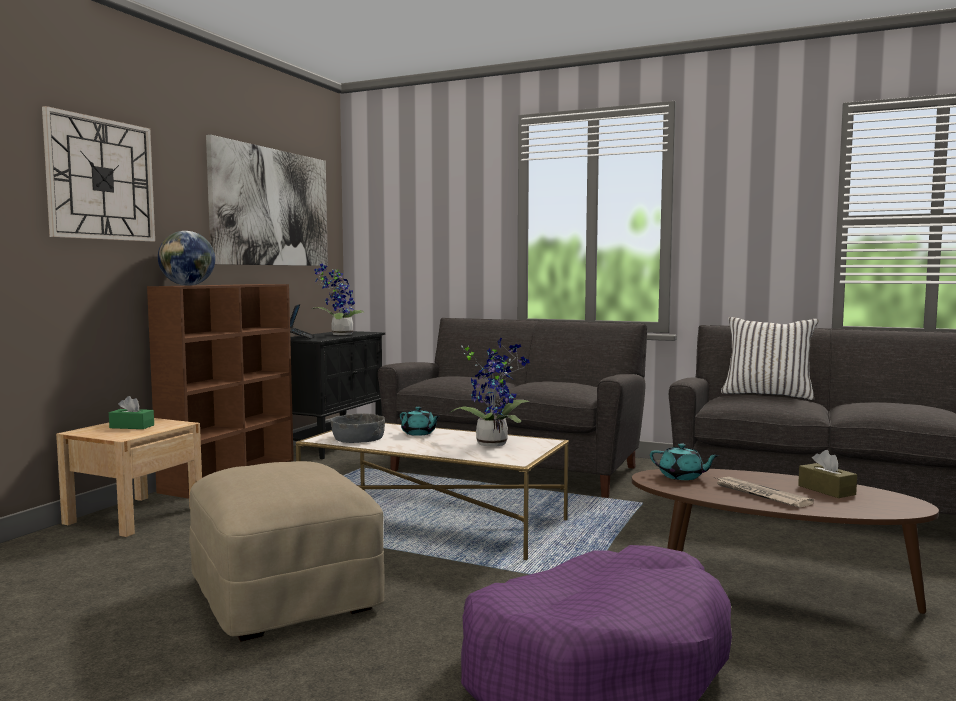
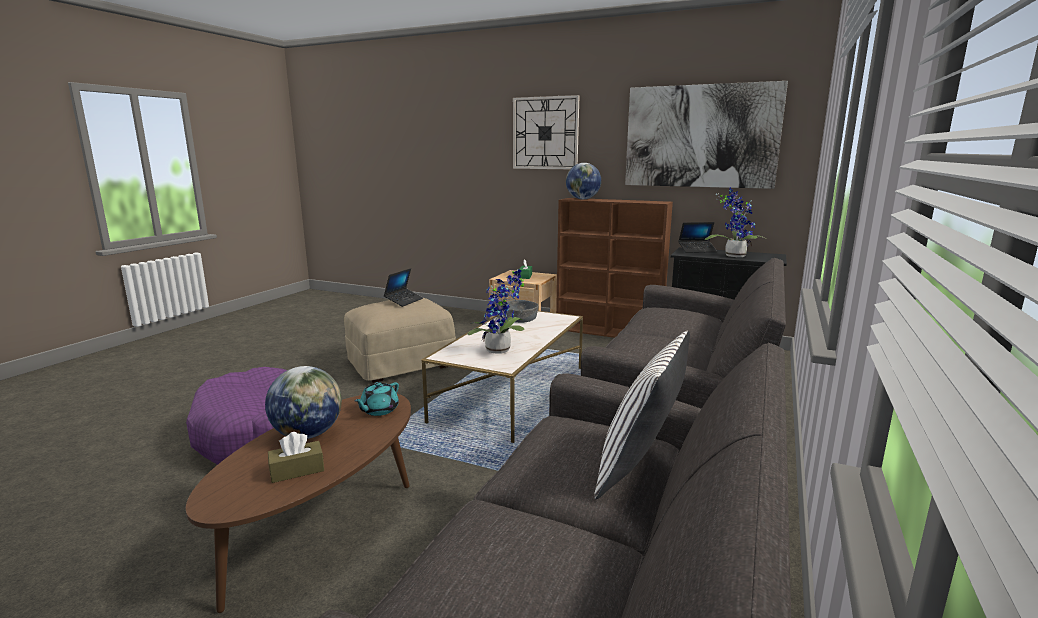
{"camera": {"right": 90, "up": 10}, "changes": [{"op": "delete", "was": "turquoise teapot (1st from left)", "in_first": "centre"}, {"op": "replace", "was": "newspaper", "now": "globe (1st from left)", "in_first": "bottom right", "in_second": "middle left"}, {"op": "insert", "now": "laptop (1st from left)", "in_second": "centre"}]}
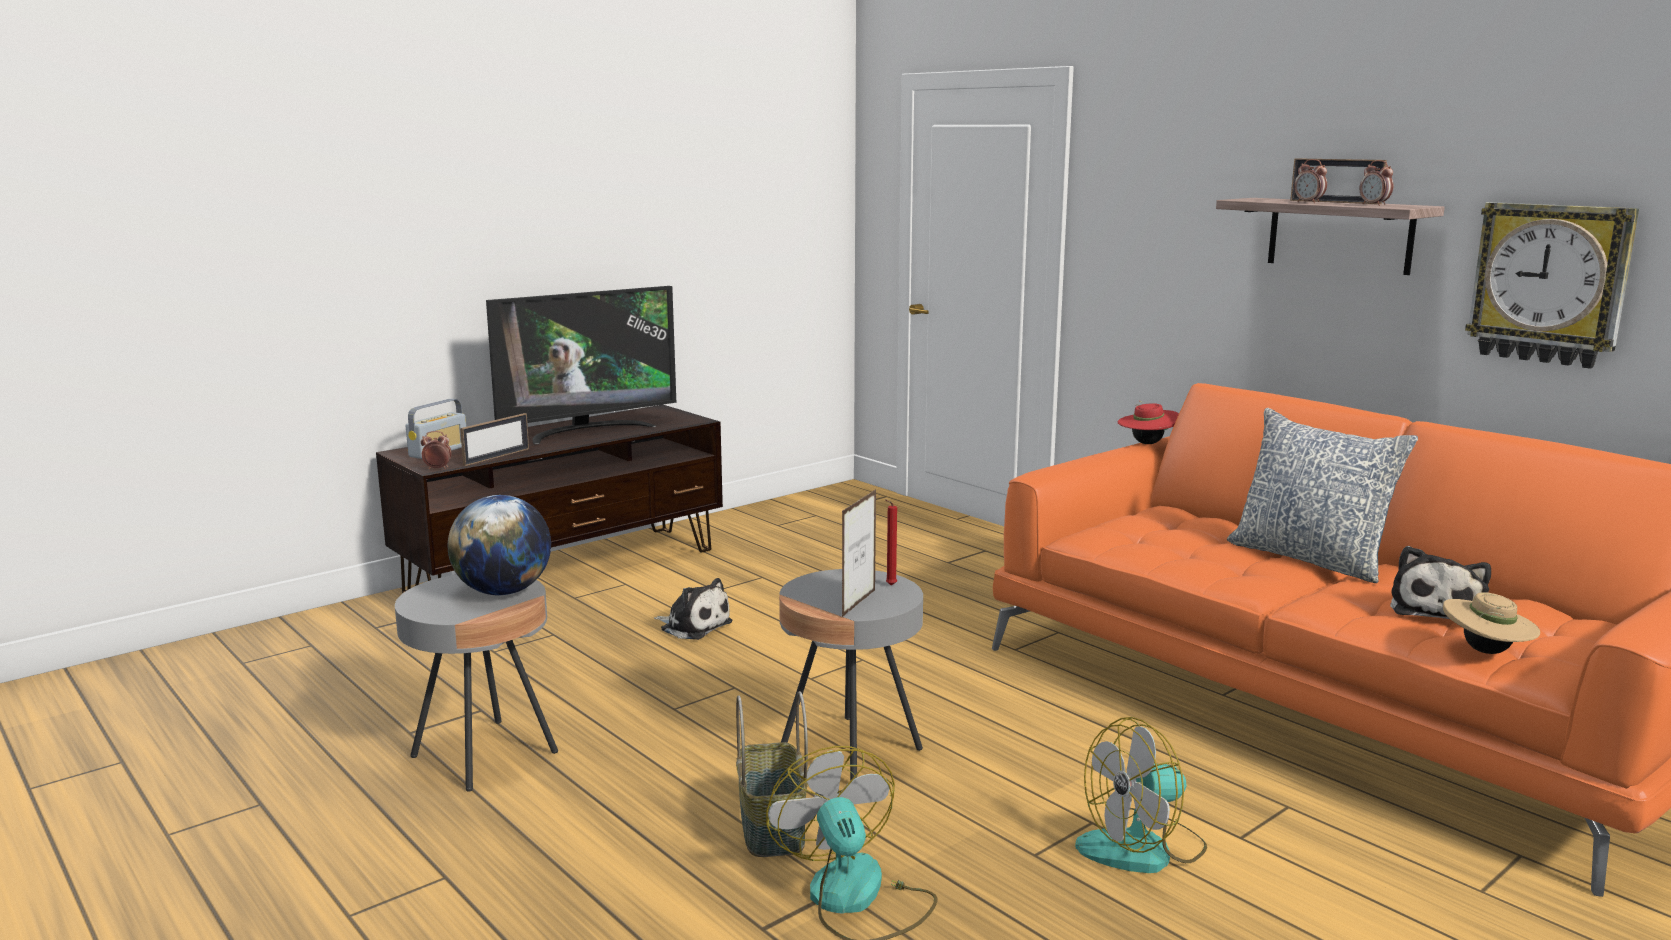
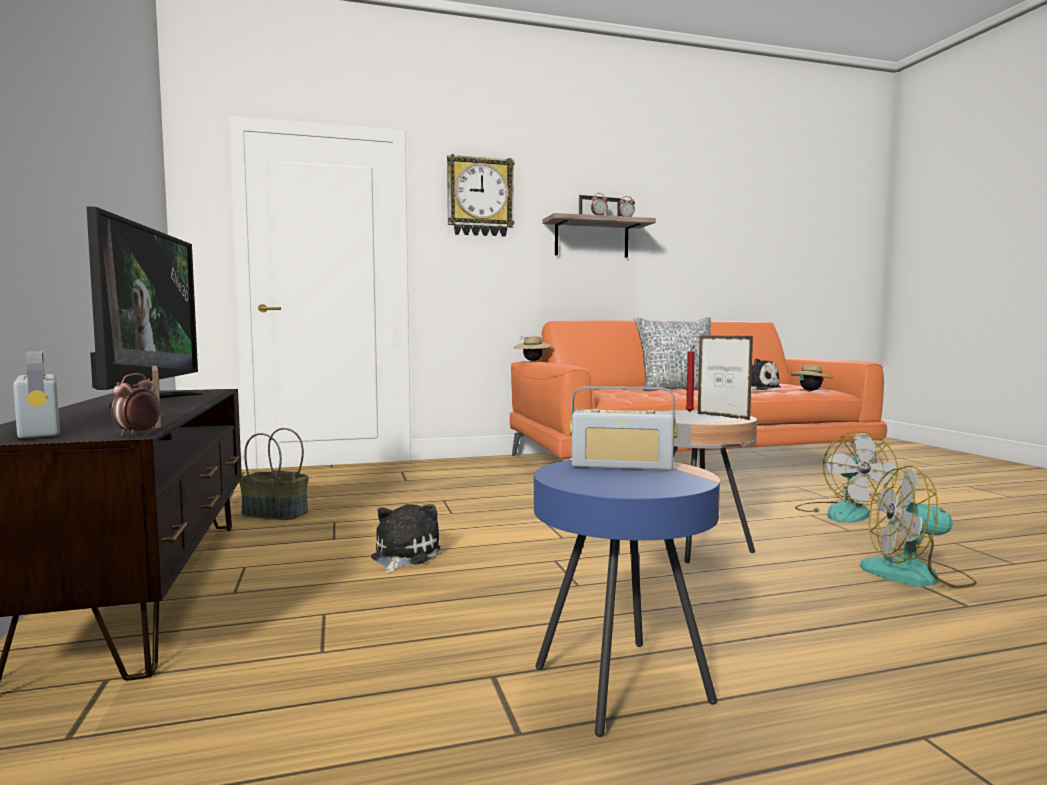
{"camera": {"right": -65, "up": -10}, "changes": [{"op": "recolor", "was": "grey side table (1st from left)", "now": "blue side table", "in_first": "bottom left", "in_second": "bottom centre"}, {"op": "replace", "was": "globe", "now": "radio (2nd from left)", "in_first": "middle left", "in_second": "centre"}, {"op": "rotate", "was": "plush toy (1st from left)", "in_first": "centre", "in_second": "bottom centre", "clockwise": -45}, {"op": "move", "was": "basket", "in_first": "bottom centre", "in_second": "middle left"}, {"op": "recolor", "was": "red hat", "now": "beige hat (1st from left)", "in_first": "middle right", "in_second": "centre"}, {"op": "move", "was": "wall clock", "in_first": "top right", "in_second": "top centre"}]}
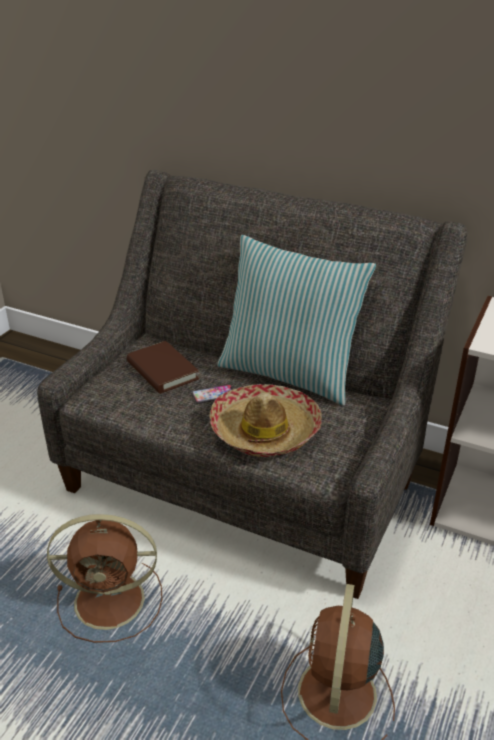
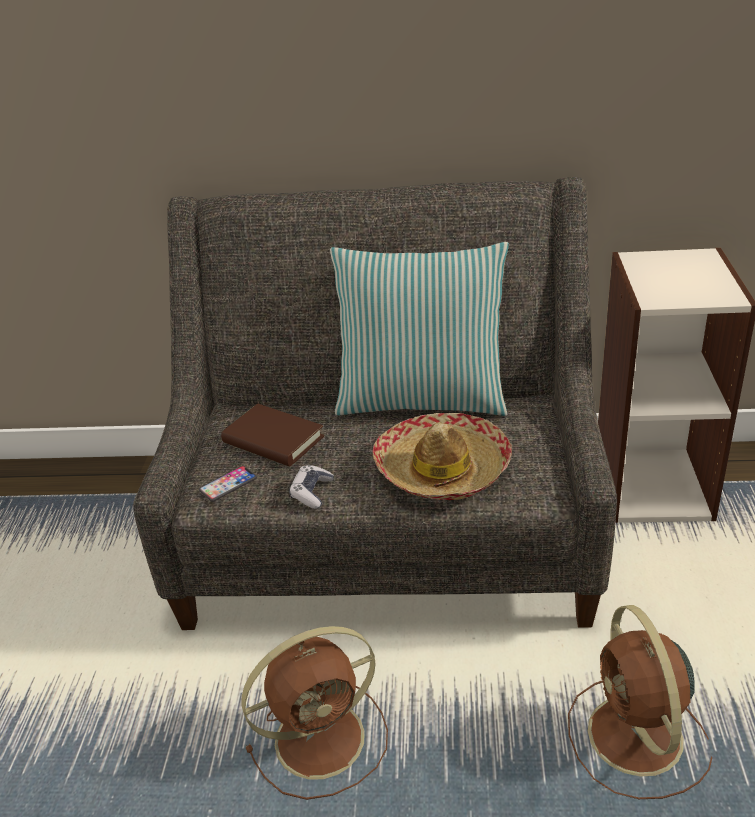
{"camera": {"right": -20, "up": 0}, "changes": [{"op": "move", "was": "phone", "in_first": "centre", "in_second": "middle left"}, {"op": "insert", "now": "game controller", "in_second": "centre"}]}
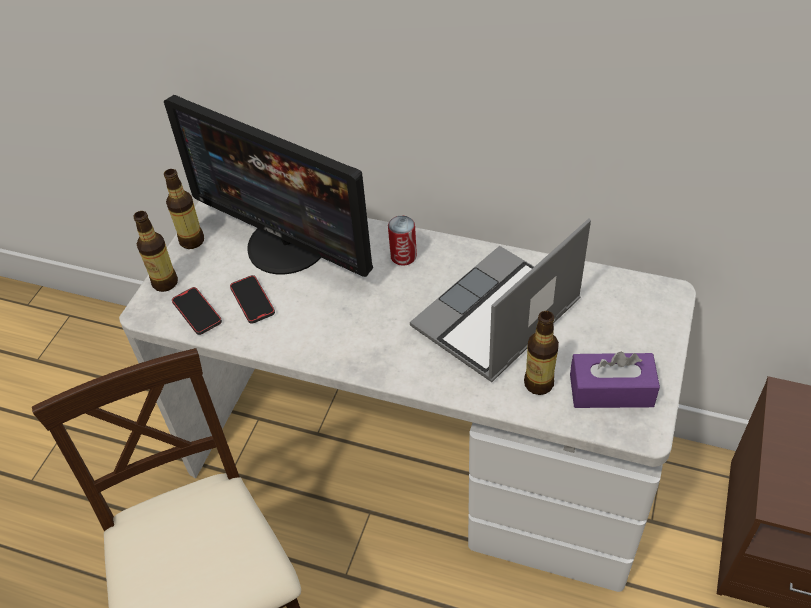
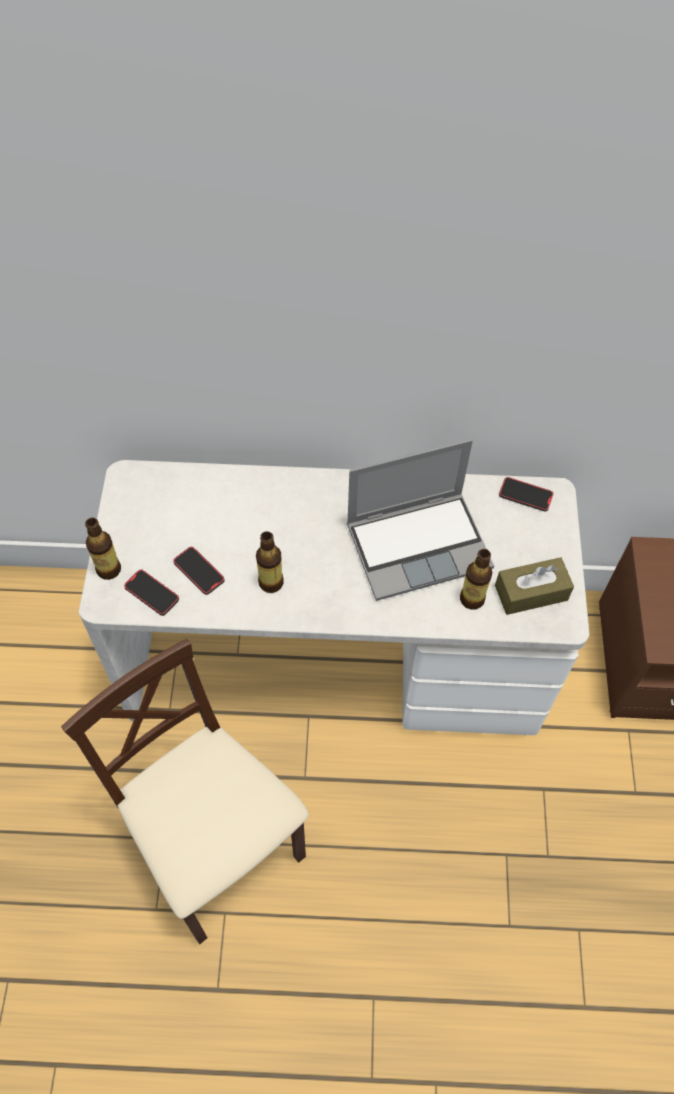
{"camera": {"right": -20, "up": 10}, "changes": [{"op": "delete", "was": "monitor", "in_first": "top left"}, {"op": "move", "was": "bottle (2nd from left)", "in_first": "middle left", "in_second": "centre"}, {"op": "delete", "was": "can", "in_first": "centre"}, {"op": "rotate", "was": "laptop", "in_first": "centre", "in_second": "centre", "clockwise": -135}, {"op": "recolor", "was": "purple tissue box", "now": "brown tissue box", "in_first": "middle right", "in_second": "middle right"}, {"op": "insert", "now": "phone (3rd from left)", "in_second": "middle right"}]}
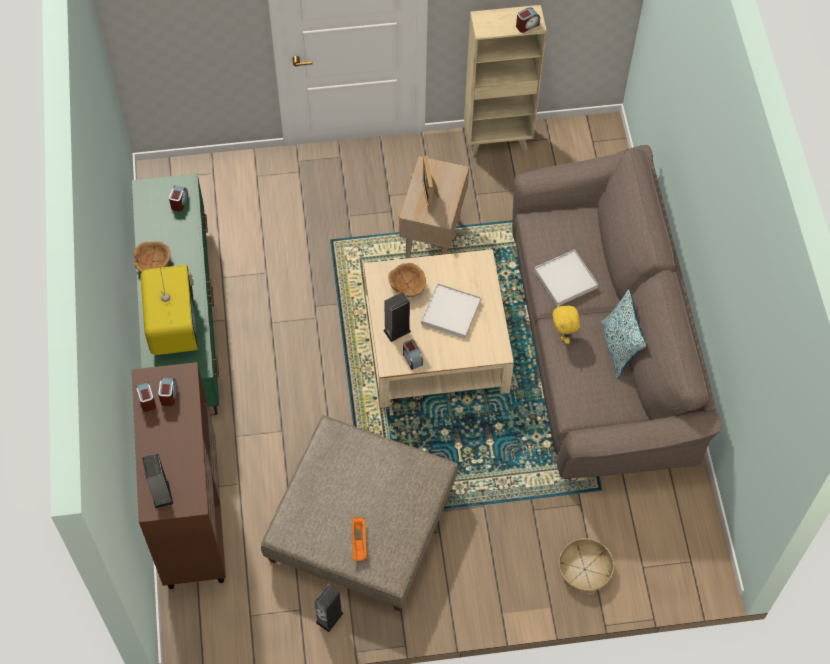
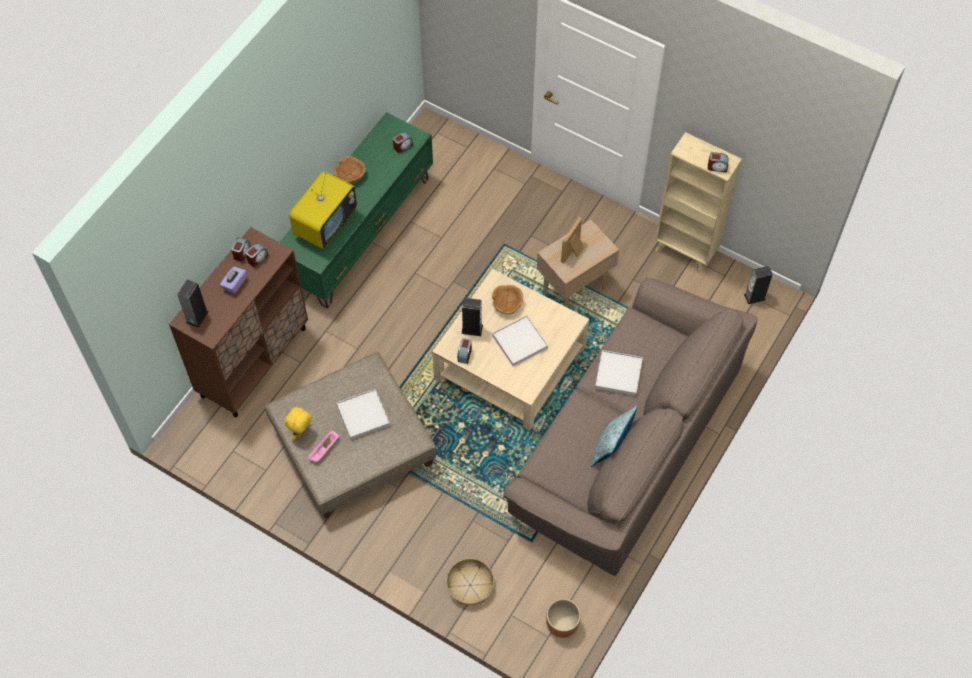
{"camera": {"right": 40, "up": 0}, "changes": [{"op": "move", "was": "speaker (2nd from left in the first image)", "now": "speaker (3rd from left)", "in_first": "bottom centre", "in_second": "middle right"}, {"op": "recolor", "was": "orange tray", "now": "pink tray", "in_first": "bottom centre", "in_second": "middle left"}, {"op": "move", "was": "yellow plush toy", "in_first": "middle right", "in_second": "middle left"}, {"op": "insert", "now": "purple tissue box", "in_second": "middle left"}, {"op": "insert", "now": "white tray (1st from left)", "in_second": "centre"}, {"op": "insert", "now": "brown planter", "in_second": "bottom centre"}]}
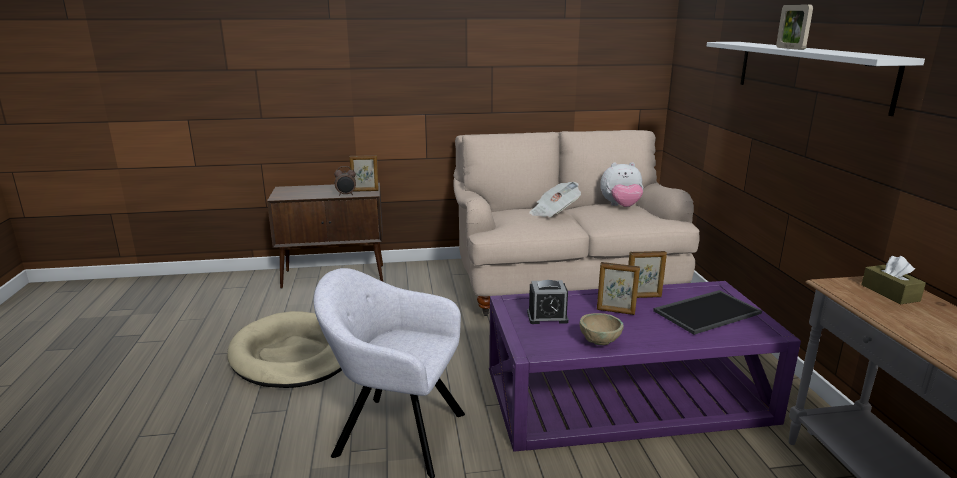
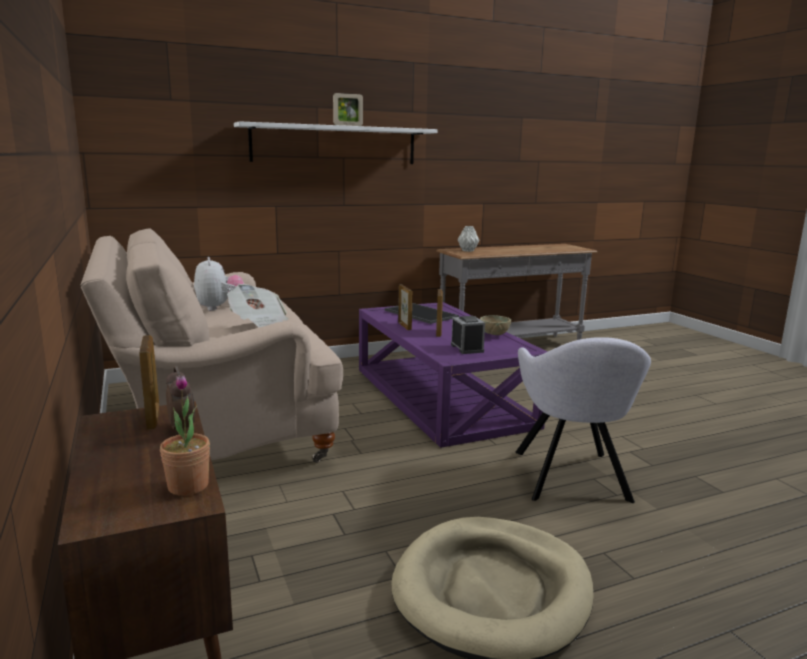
{"camera": {"right": -105, "up": -5}, "changes": [{"op": "replace", "was": "brown tissue box", "now": "grey vase", "in_first": "middle right", "in_second": "centre"}, {"op": "insert", "now": "potted plant", "in_second": "middle left"}]}
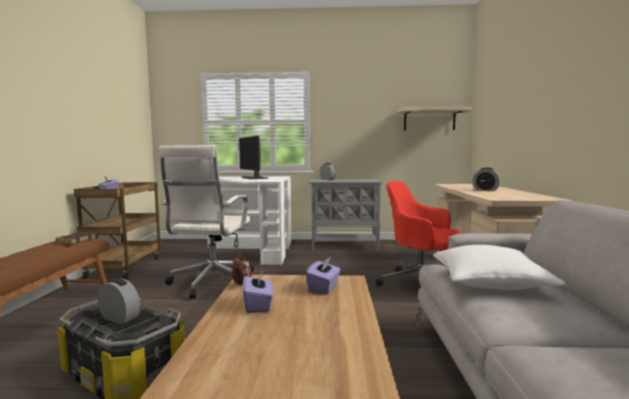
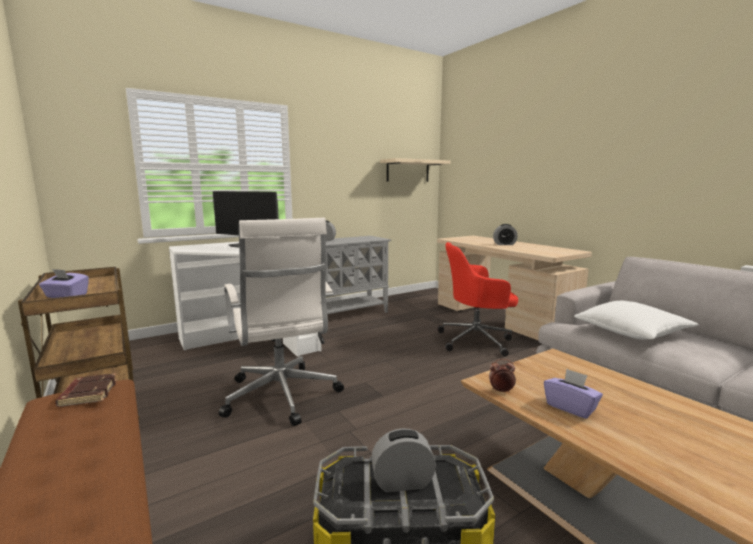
{"camera": {"right": -35, "up": 5}, "changes": [{"op": "delete", "was": "purple tissue box (3rd from left)", "in_first": "bottom centre"}]}
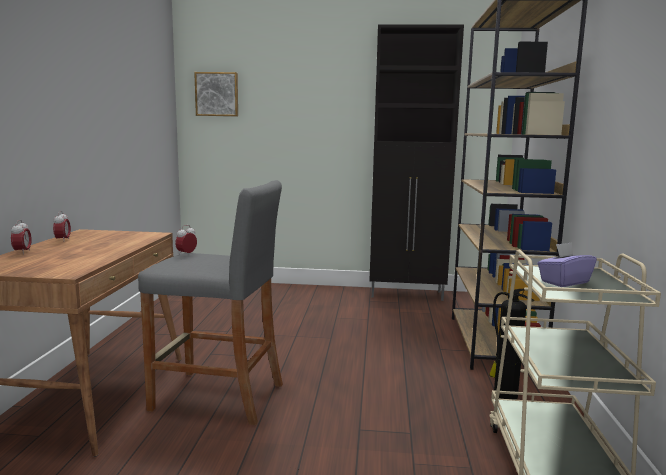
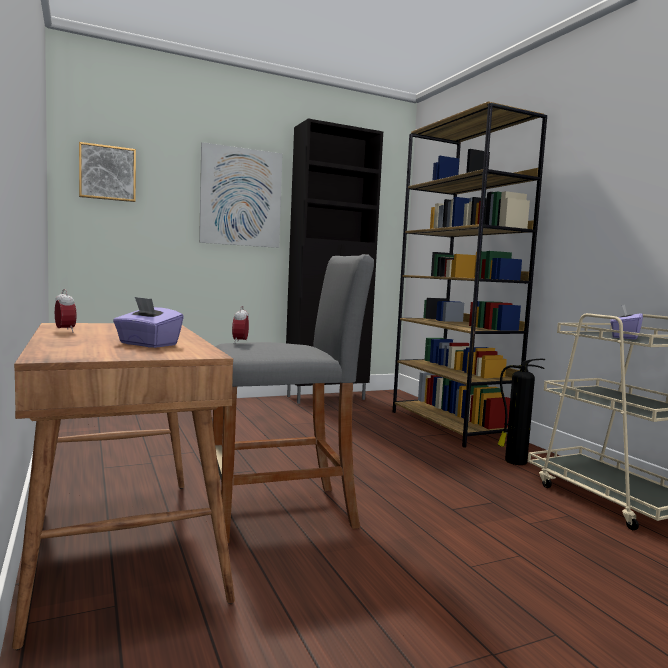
{"camera": {"right": -30, "up": -5}, "changes": [{"op": "delete", "was": "alarm clock (1st from left)", "in_first": "middle left"}, {"op": "insert", "now": "purple tissue box (1st from left)", "in_second": "middle left"}, {"op": "insert", "now": "picture (2nd from left)", "in_second": "top centre"}]}
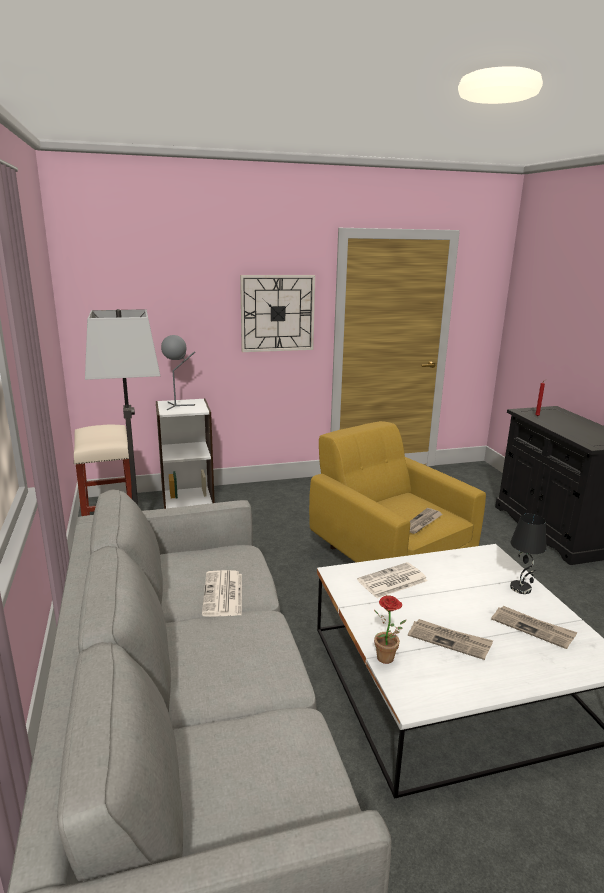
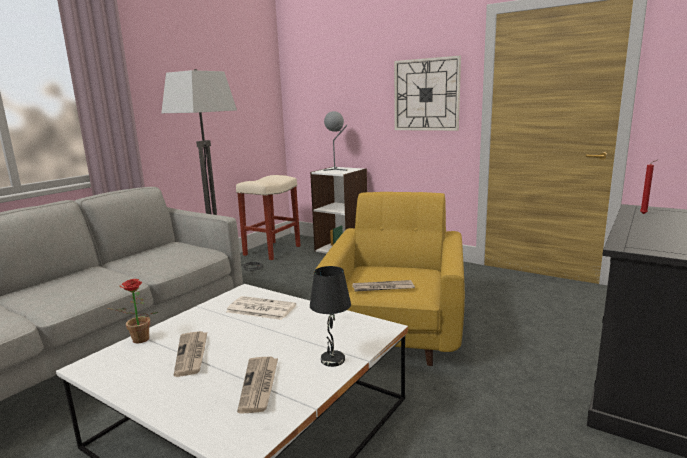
{"camera": {"right": 50, "up": -5}, "changes": [{"op": "delete", "was": "newspaper (1st from left)", "in_first": "centre"}]}
